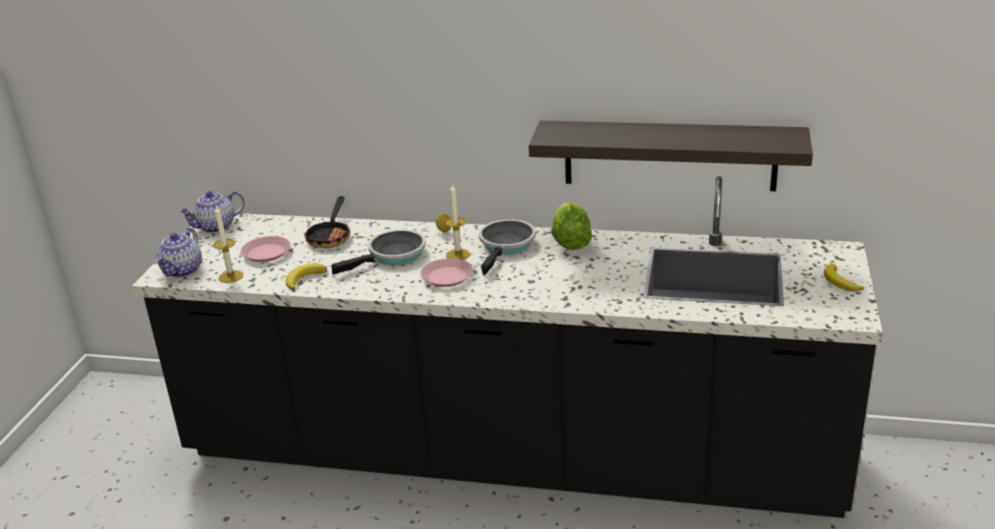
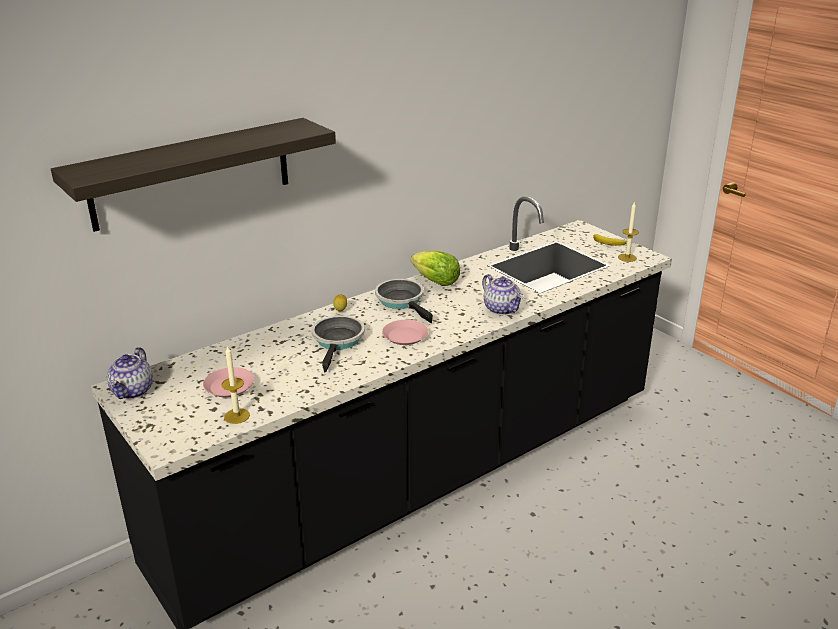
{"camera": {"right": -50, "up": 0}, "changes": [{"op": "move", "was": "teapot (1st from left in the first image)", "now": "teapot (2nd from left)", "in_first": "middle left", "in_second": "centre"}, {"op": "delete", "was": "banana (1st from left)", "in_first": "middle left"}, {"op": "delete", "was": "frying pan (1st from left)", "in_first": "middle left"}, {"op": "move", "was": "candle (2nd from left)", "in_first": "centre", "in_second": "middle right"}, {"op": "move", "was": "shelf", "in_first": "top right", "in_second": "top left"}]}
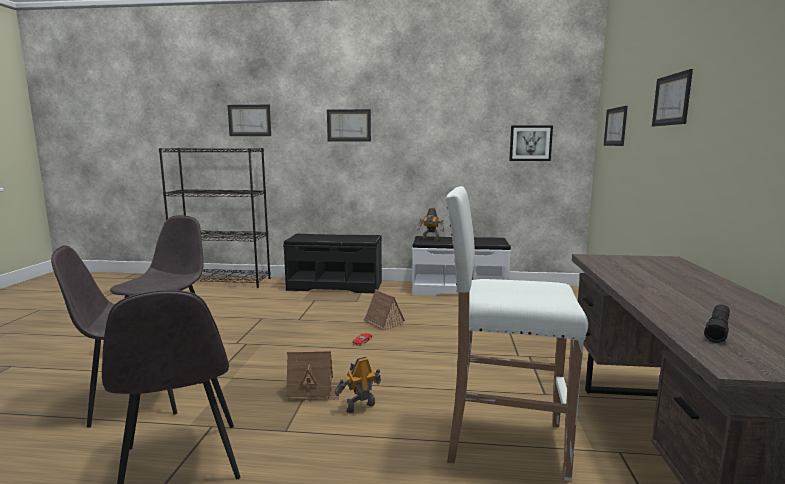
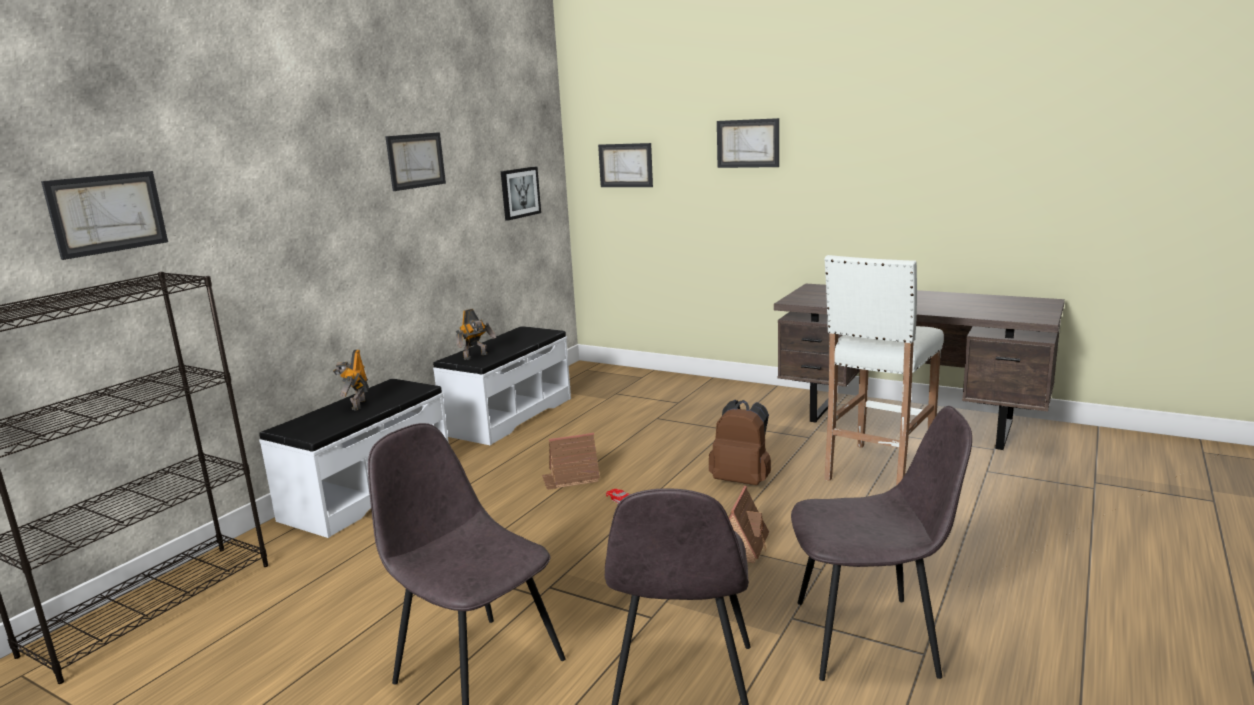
{"camera": {"right": -65, "up": 5}, "changes": [{"op": "recolor", "was": "black bench", "now": "white bench (1st from left)", "in_first": "centre", "in_second": "middle left"}, {"op": "move", "was": "picture (2nd from left)", "in_first": "top centre", "in_second": "top left"}, {"op": "move", "was": "toy robot (1st from left)", "in_first": "bottom centre", "in_second": "middle left"}, {"op": "delete", "was": "black flashlight", "in_first": "bottom right"}, {"op": "insert", "now": "brown backpack", "in_second": "centre"}]}
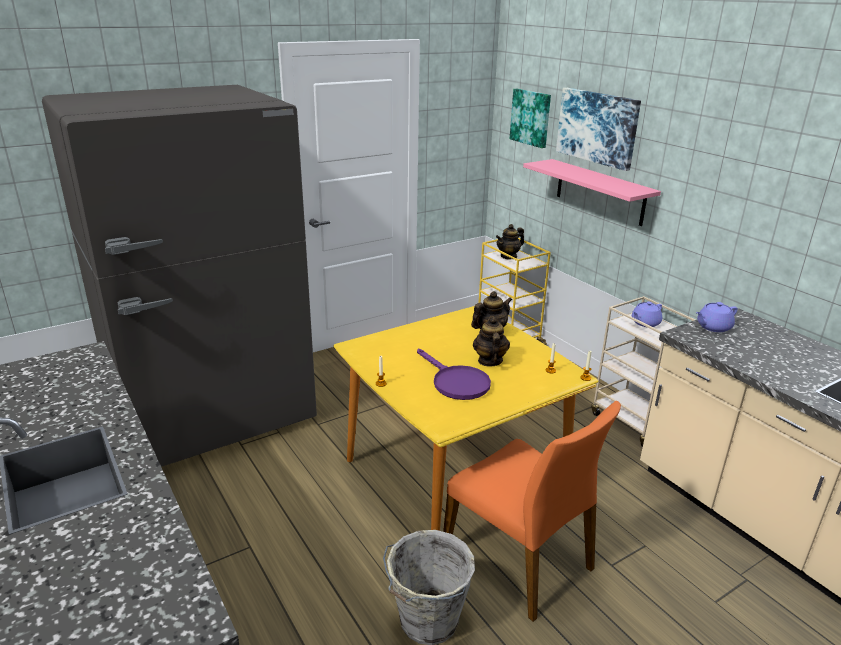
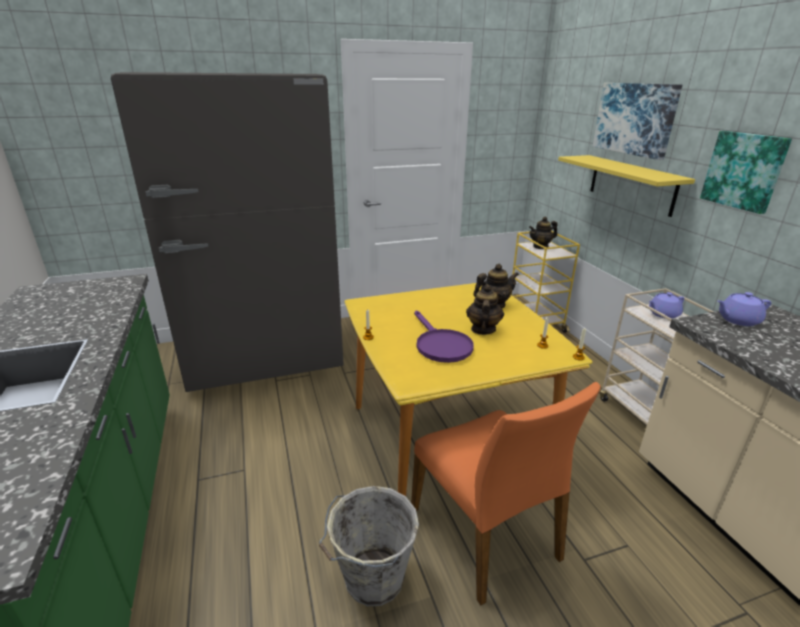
{"camera": {"right": 15, "up": 0}, "changes": [{"op": "move", "was": "picture (1st from left in the first image)", "now": "picture (2nd from left)", "in_first": "top centre", "in_second": "top right"}, {"op": "recolor", "was": "pink shelf", "now": "yellow shelf", "in_first": "top right", "in_second": "top right"}]}
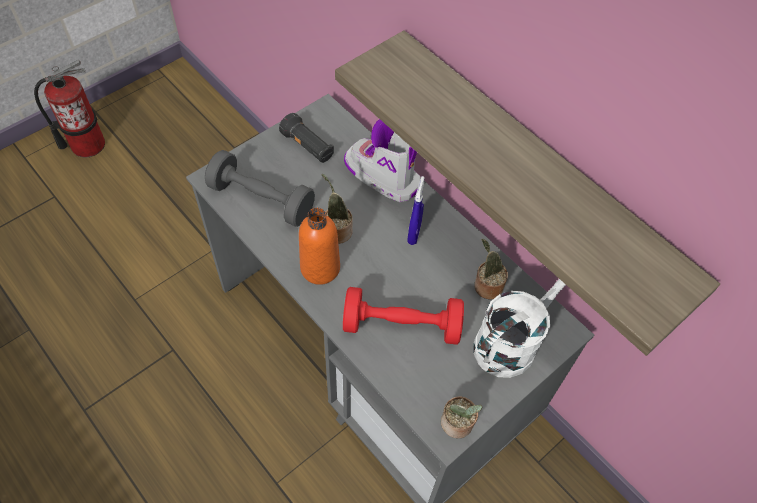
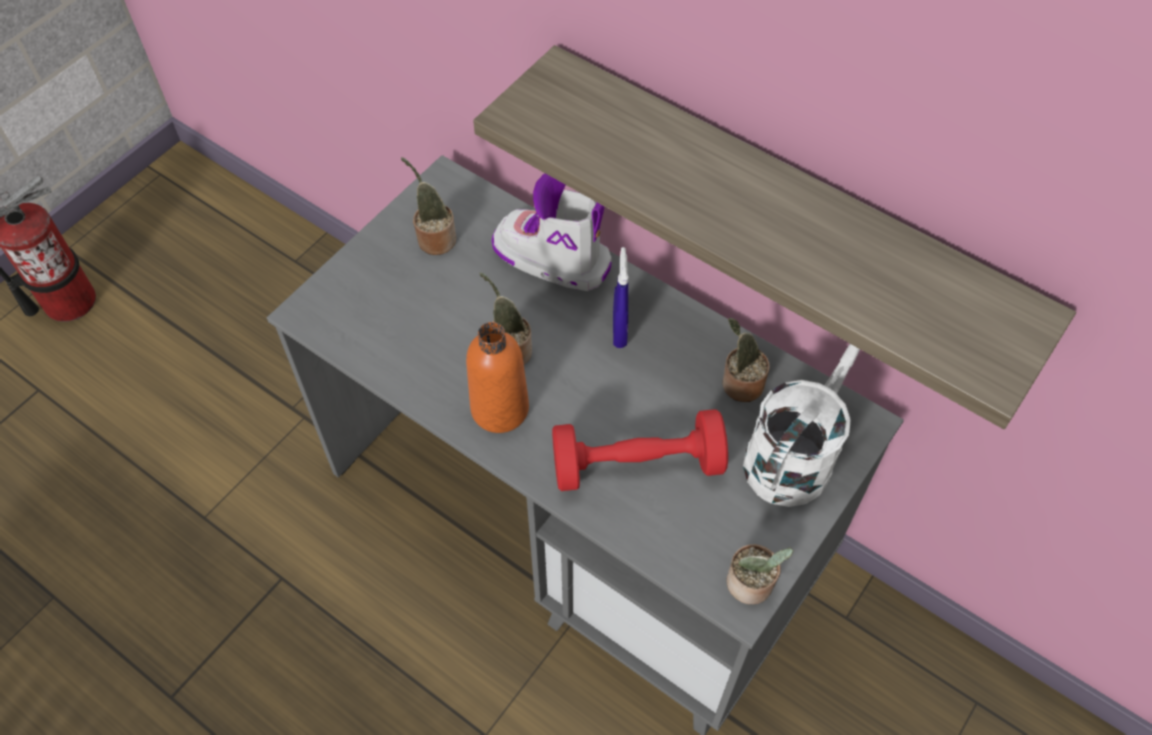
{"camera": {"right": -10, "up": 0}, "changes": [{"op": "delete", "was": "grey dumbbell", "in_first": "centre"}, {"op": "replace", "was": "black flashlight", "now": "potted plant (1st from left)", "in_first": "top centre", "in_second": "top centre"}]}
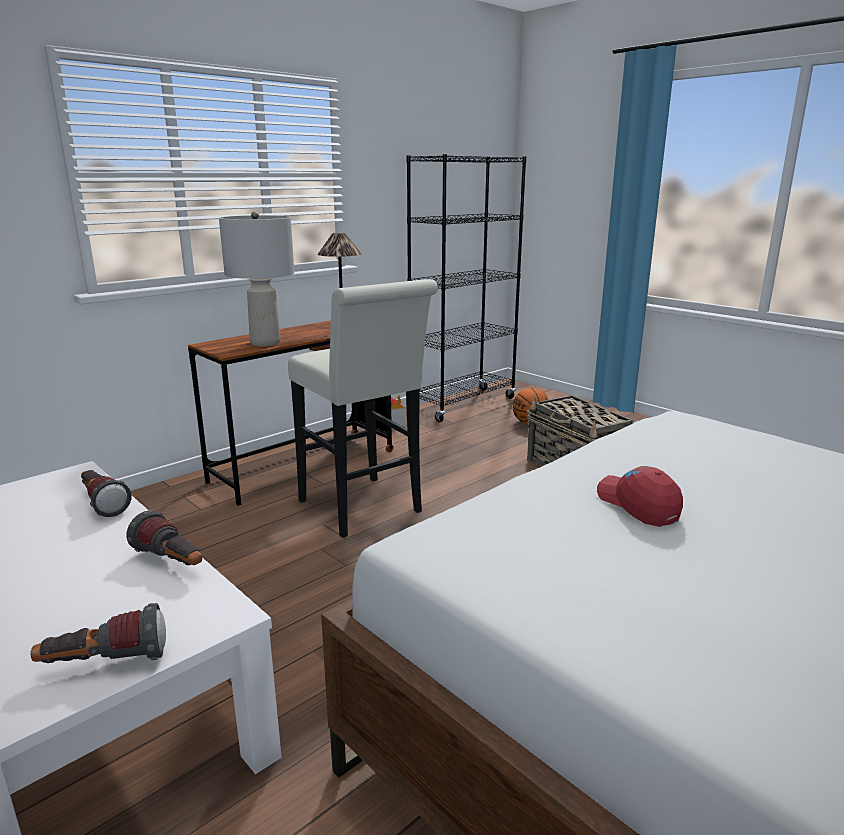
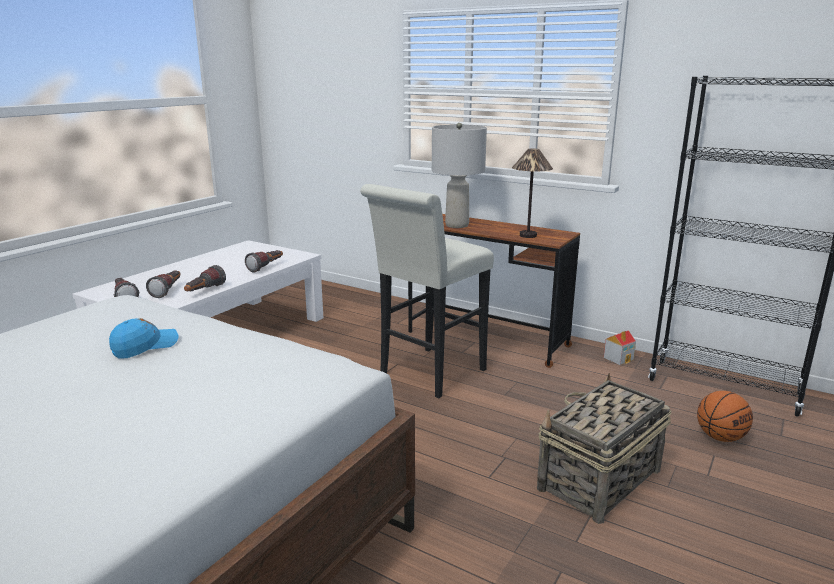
{"camera": {"right": 75, "up": 0}, "changes": [{"op": "recolor", "was": "red cap", "now": "blue cap", "in_first": "middle right", "in_second": "middle left"}, {"op": "insert", "now": "flashlight (2nd from left)", "in_second": "middle left"}]}
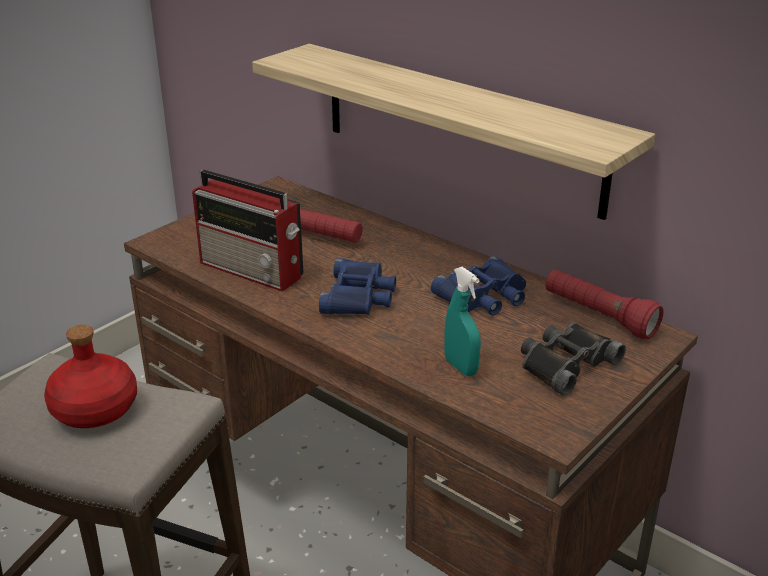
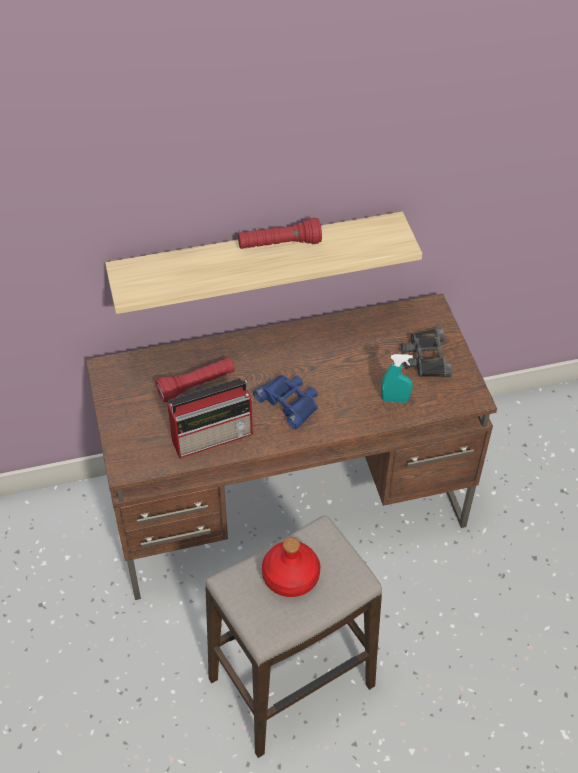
{"camera": {"right": -55, "up": 20}, "changes": [{"op": "delete", "was": "blue binoculars (2nd from left)", "in_first": "centre"}, {"op": "move", "was": "red flashlight (2nd from left)", "in_first": "middle right", "in_second": "top centre"}]}
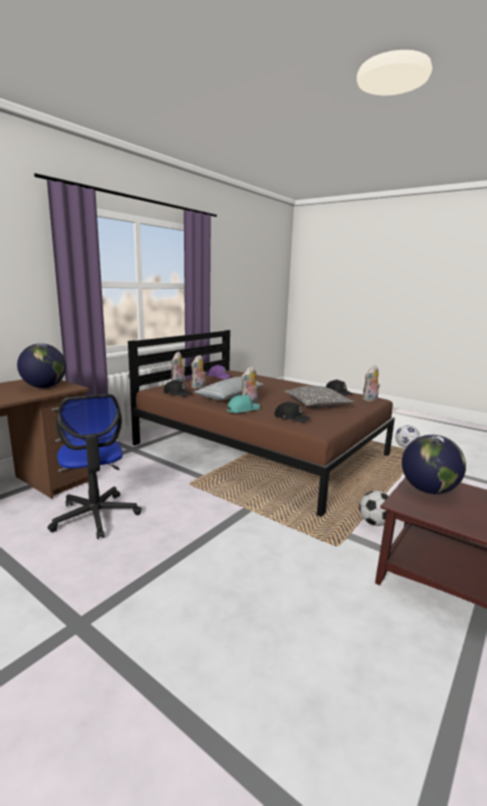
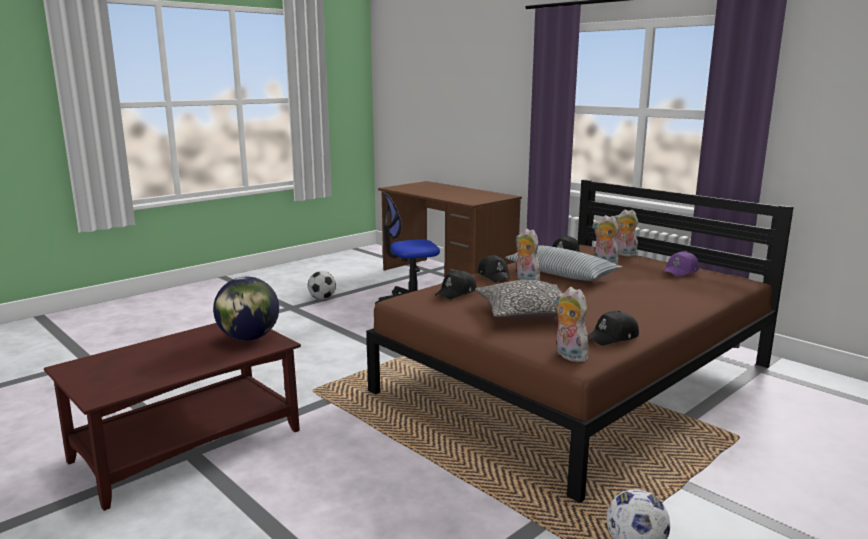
{"camera": {"right": 100, "up": 0}, "changes": [{"op": "delete", "was": "globe (1st from left)", "in_first": "middle left"}, {"op": "recolor", "was": "turquoise cap", "now": "black cap (2nd from left)", "in_first": "centre", "in_second": "centre"}, {"op": "move", "was": "football (1st from left)", "in_first": "middle right", "in_second": "centre"}]}
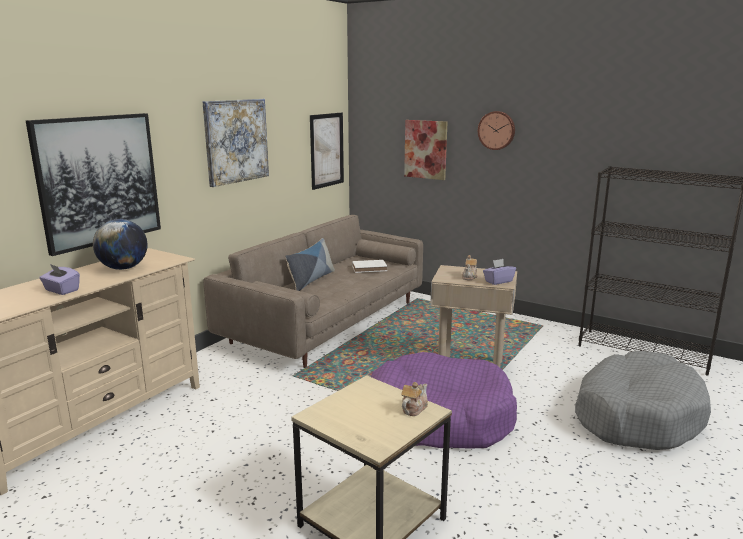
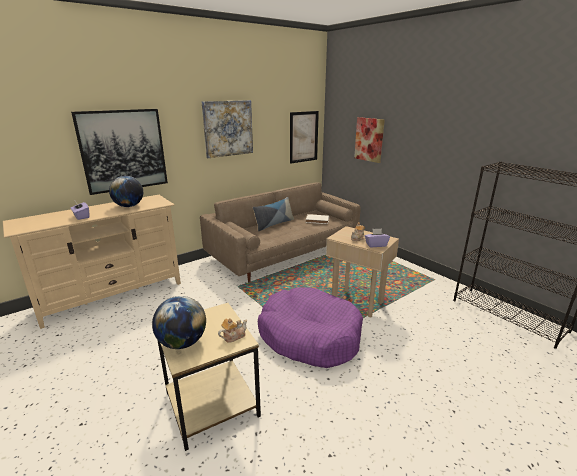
{"camera": {"right": 20, "up": 5}, "changes": [{"op": "delete", "was": "wall clock", "in_first": "top right"}, {"op": "delete", "was": "grey dog bed", "in_first": "bottom right"}, {"op": "insert", "now": "globe (2nd from left)", "in_second": "bottom left"}]}
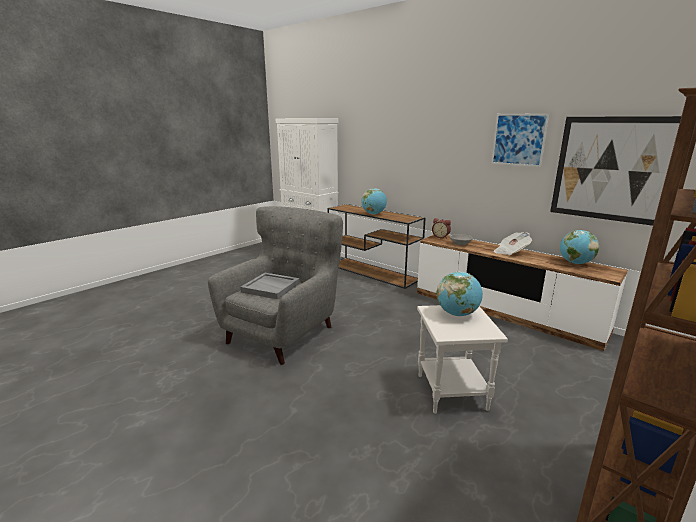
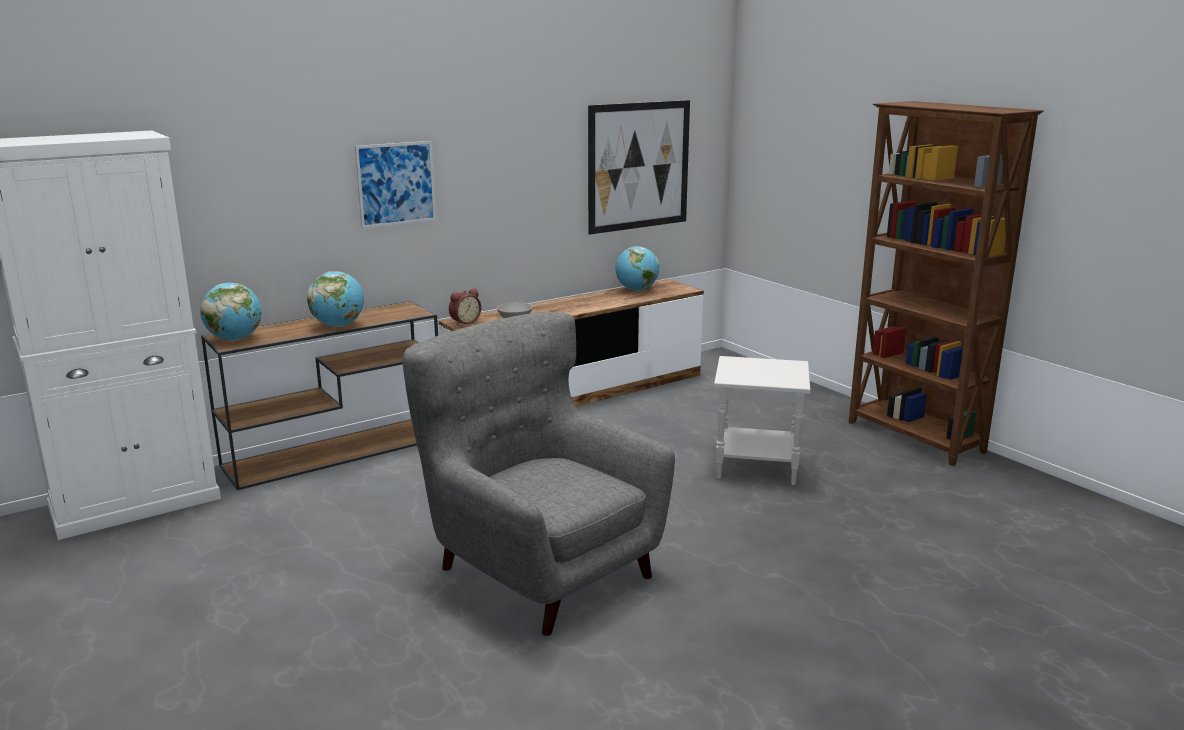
{"camera": {"right": -75, "up": 0}, "changes": [{"op": "delete", "was": "grey tray", "in_first": "centre"}, {"op": "move", "was": "globe (2nd from left in the first image)", "now": "globe (1st from left)", "in_first": "centre", "in_second": "middle left"}, {"op": "move", "was": "picture (1st from left)", "in_first": "top right", "in_second": "top centre"}, {"op": "delete", "was": "newspaper", "in_first": "middle right"}]}
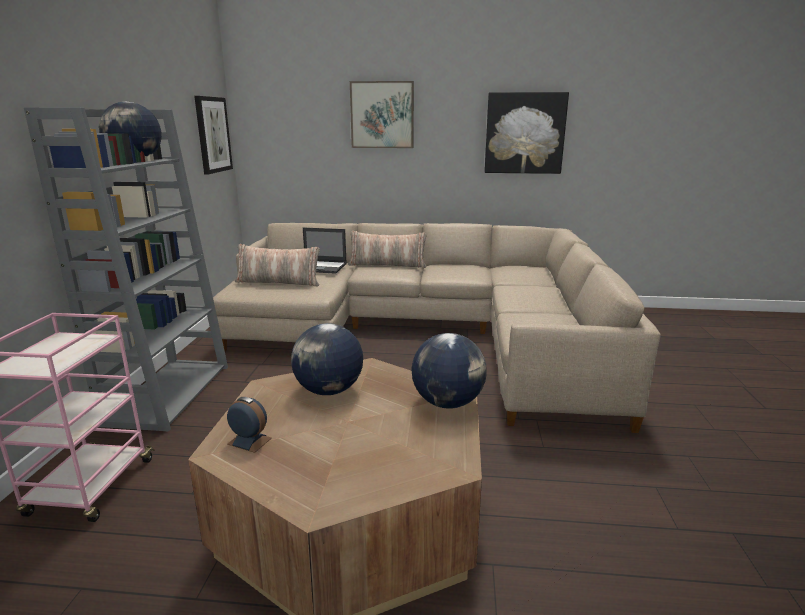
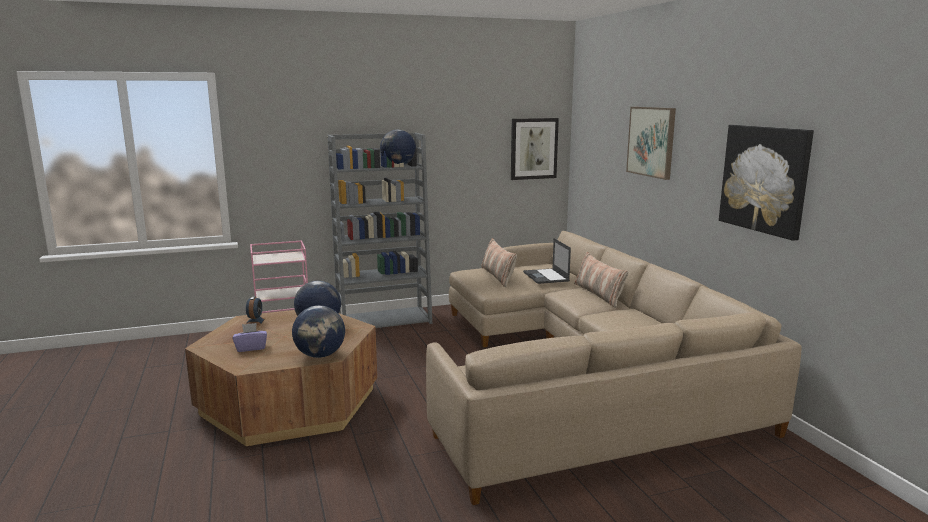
{"camera": {"right": 65, "up": -5}, "changes": [{"op": "insert", "now": "purple tissue box", "in_second": "middle left"}]}
